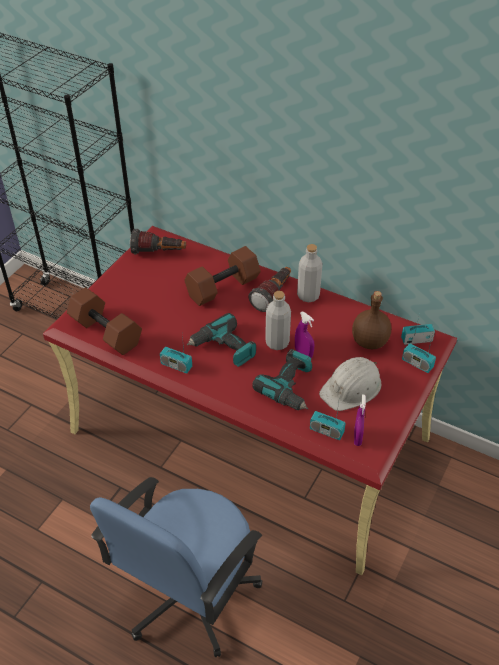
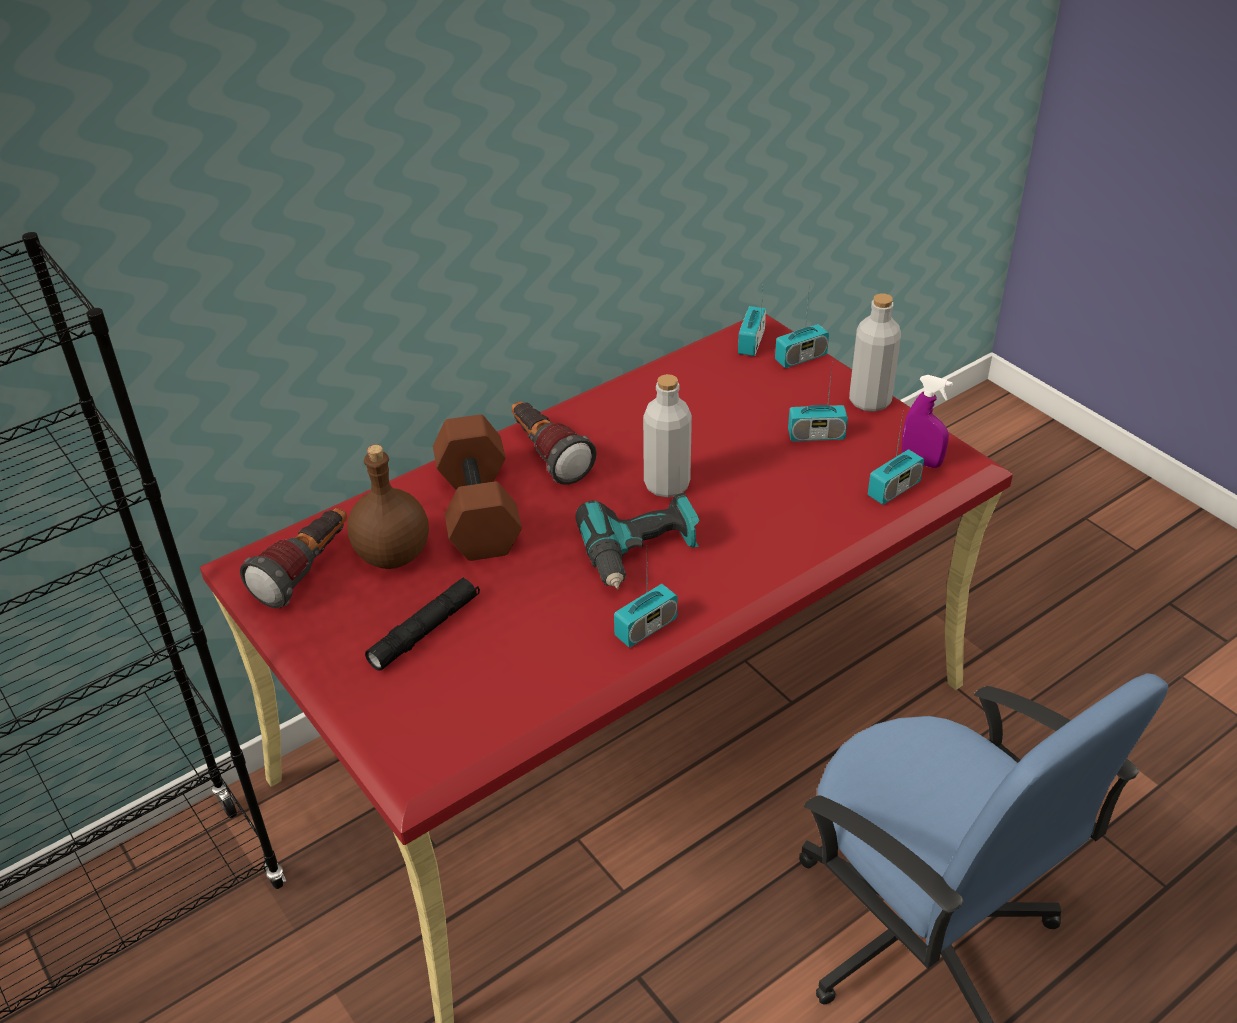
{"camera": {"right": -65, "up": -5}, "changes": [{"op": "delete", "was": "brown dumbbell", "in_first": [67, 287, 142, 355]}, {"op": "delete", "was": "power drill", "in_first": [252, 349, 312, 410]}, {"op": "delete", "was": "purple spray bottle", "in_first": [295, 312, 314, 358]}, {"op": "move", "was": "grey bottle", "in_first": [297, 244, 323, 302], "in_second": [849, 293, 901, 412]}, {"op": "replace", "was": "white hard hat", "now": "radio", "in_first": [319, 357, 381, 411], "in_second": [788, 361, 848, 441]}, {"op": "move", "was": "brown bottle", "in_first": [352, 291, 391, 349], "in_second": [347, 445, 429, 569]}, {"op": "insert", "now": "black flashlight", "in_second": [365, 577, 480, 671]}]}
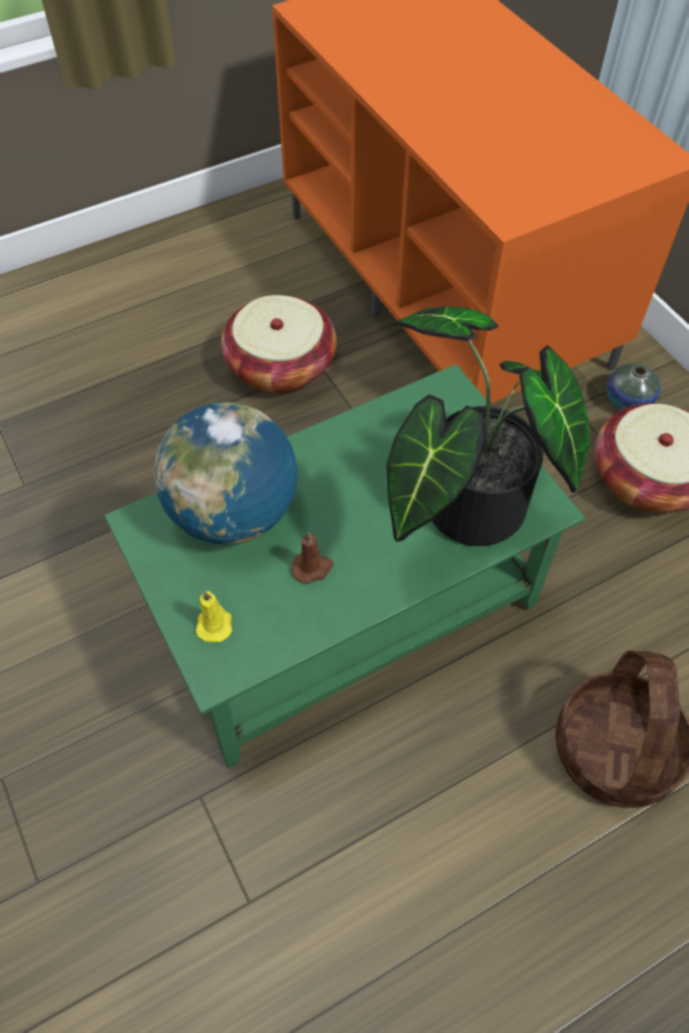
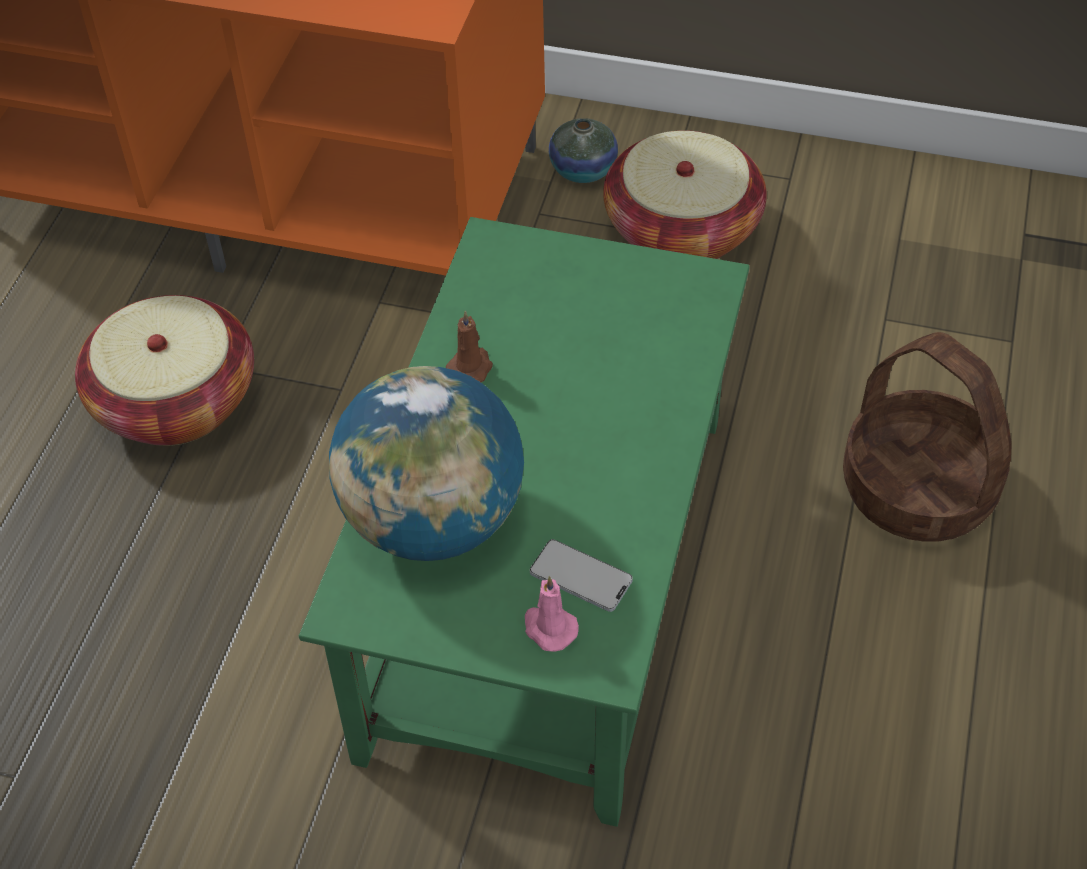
{"camera": {"right": -45, "up": -5}, "changes": [{"op": "recolor", "was": "yellow candle", "now": "pink candle", "in_first": [195, 591, 232, 642], "in_second": [525, 576, 579, 651]}, {"op": "move", "was": "brown candle", "in_first": [291, 532, 333, 584], "in_second": [446, 311, 493, 382]}, {"op": "delete", "was": "potted plant", "in_first": [386, 306, 590, 546]}, {"op": "insert", "now": "phone", "in_second": [530, 539, 633, 612]}]}
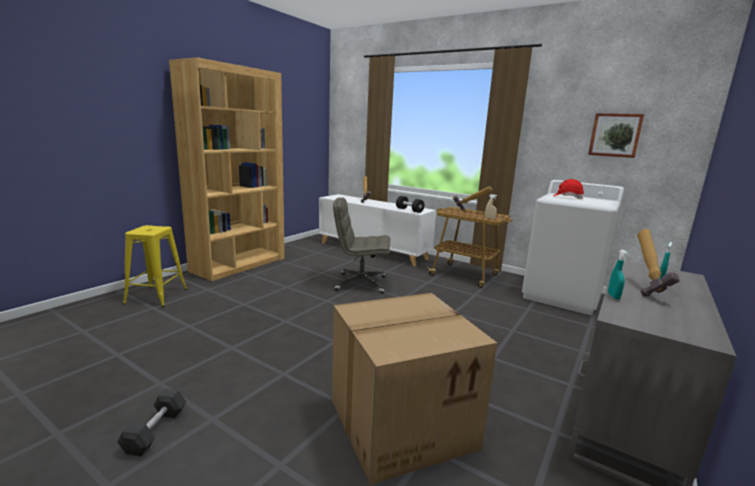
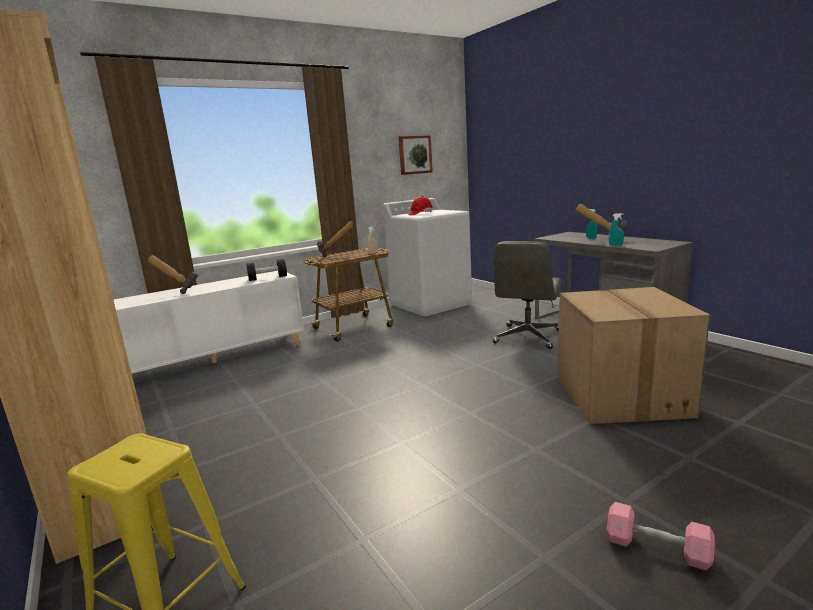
{"camera": {"right": -65, "up": 0}, "changes": [{"op": "recolor", "was": "black dumbbell", "now": "pink dumbbell", "in_first": [117, 389, 186, 456], "in_second": [607, 502, 715, 571]}, {"op": "move", "was": "grey office chair", "in_first": [333, 198, 390, 294], "in_second": [493, 241, 562, 349]}]}
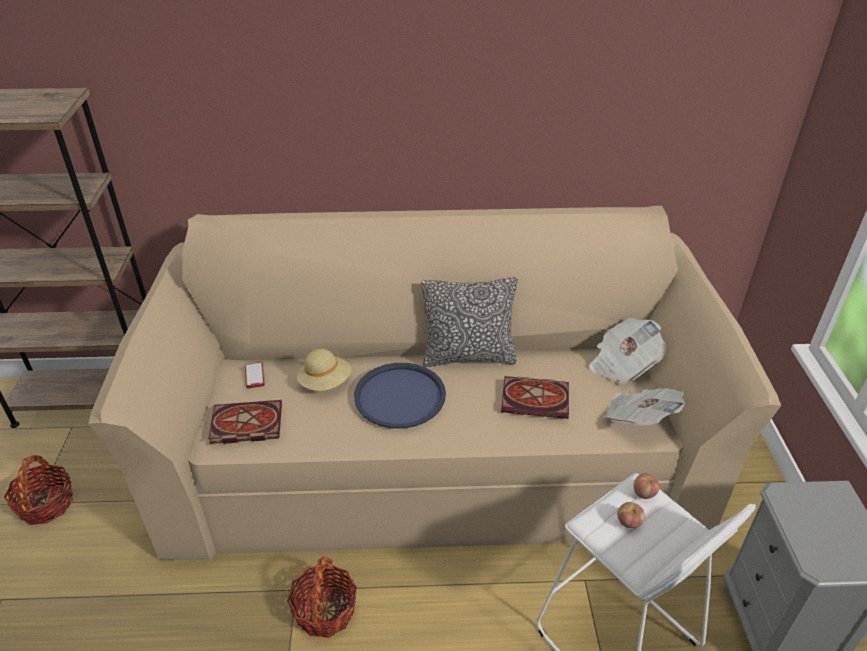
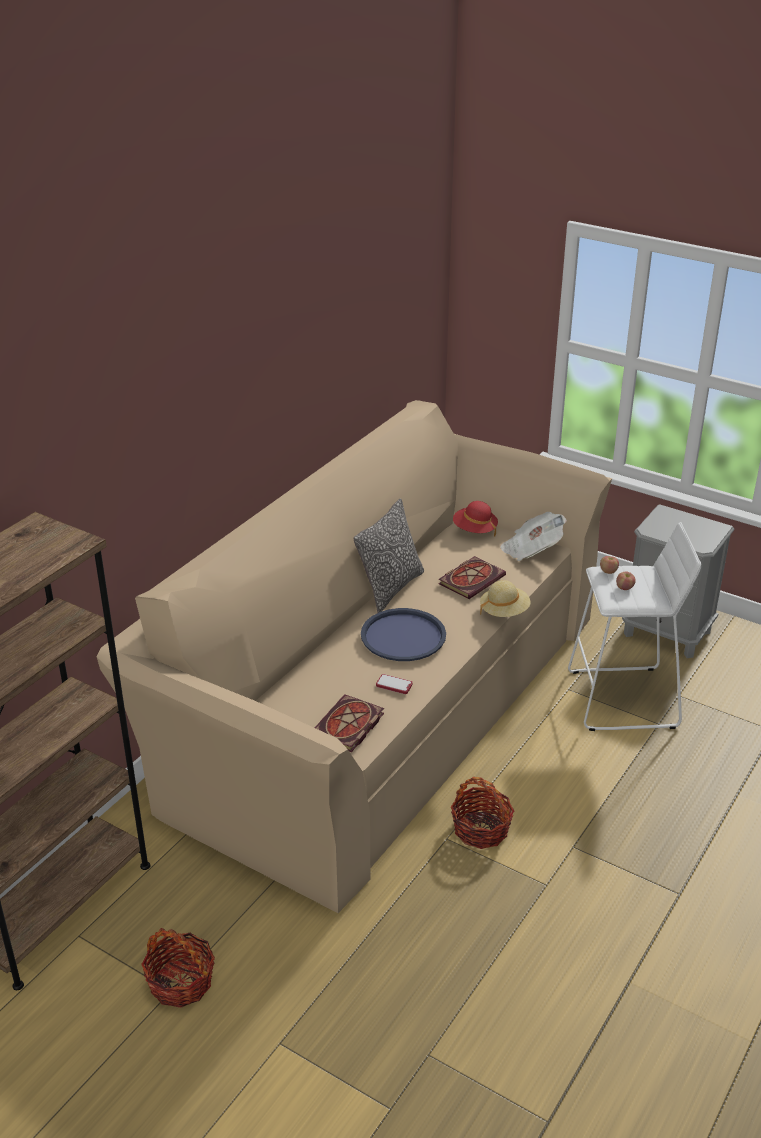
{"camera": {"right": -55, "up": -5}, "changes": [{"op": "move", "was": "phone", "in_first": [245, 362, 265, 388], "in_second": [376, 674, 413, 694]}, {"op": "move", "was": "beige hat", "in_first": [296, 349, 351, 391], "in_second": [480, 580, 530, 617]}, {"op": "replace", "was": "newspaper", "now": "red hat", "in_first": [589, 318, 666, 385], "in_second": [453, 501, 498, 537]}]}
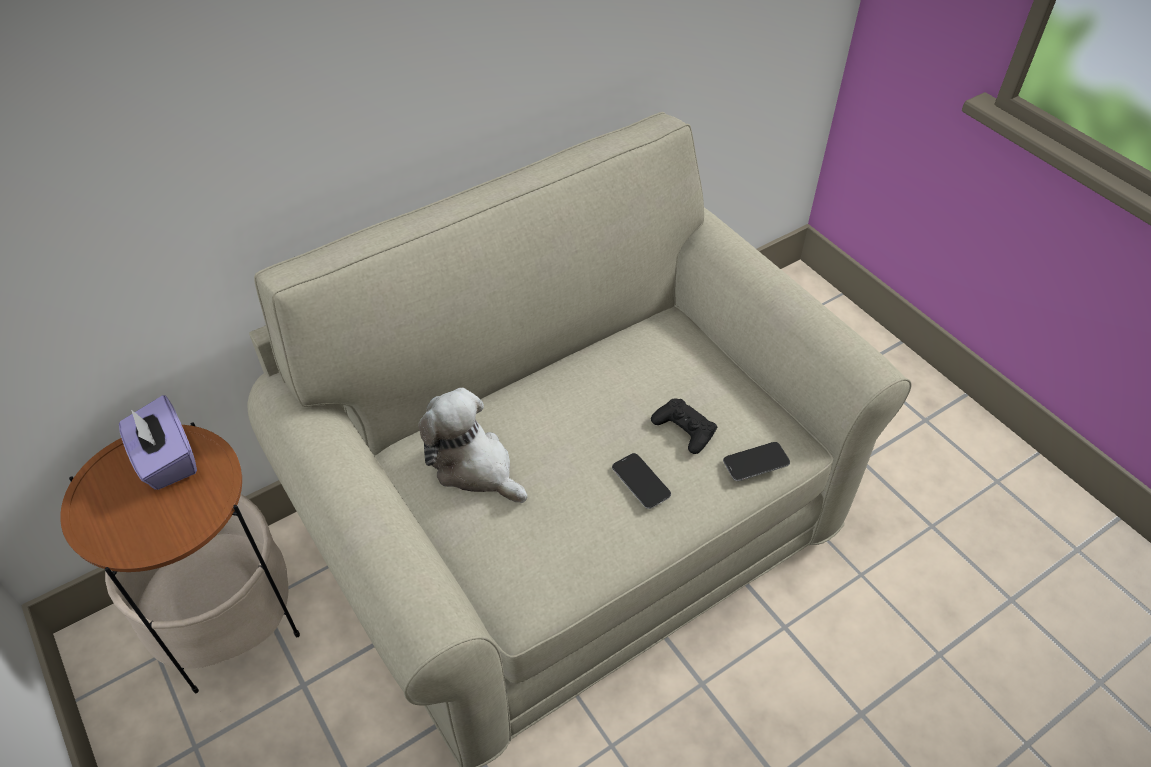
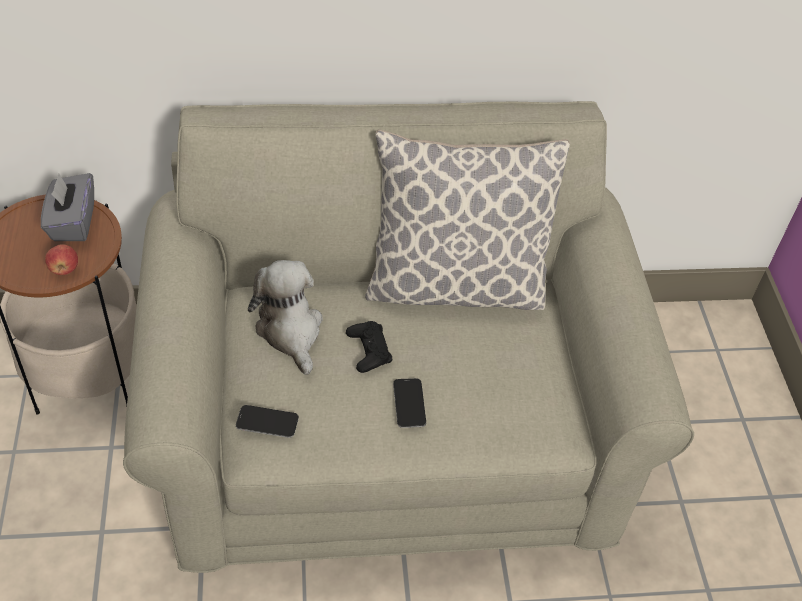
{"camera": {"right": 25, "up": 0}, "changes": [{"op": "recolor", "was": "purple tissue box", "now": "grey tissue box", "in_first": [119, 395, 197, 490], "in_second": [41, 173, 94, 241]}, {"op": "move", "was": "black game controller", "in_first": [651, 399, 717, 454], "in_second": [346, 321, 393, 373]}, {"op": "move", "was": "phone", "in_first": [723, 442, 790, 481], "in_second": [236, 405, 299, 438]}, {"op": "insert", "now": "apple", "in_second": [45, 244, 78, 275]}, {"op": "insert", "now": "pillow", "in_second": [365, 129, 570, 310]}]}
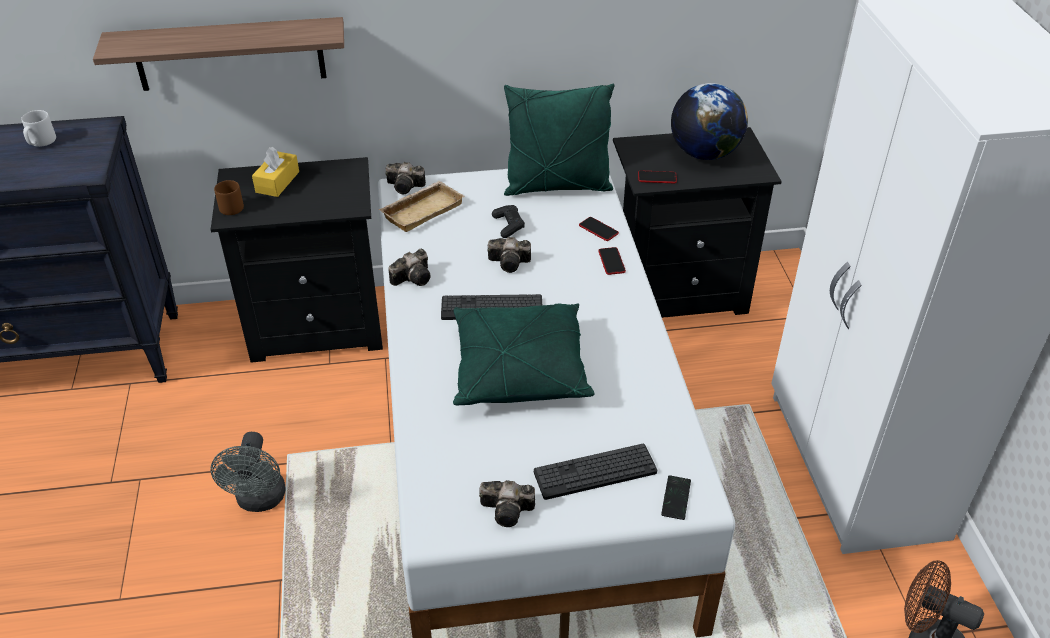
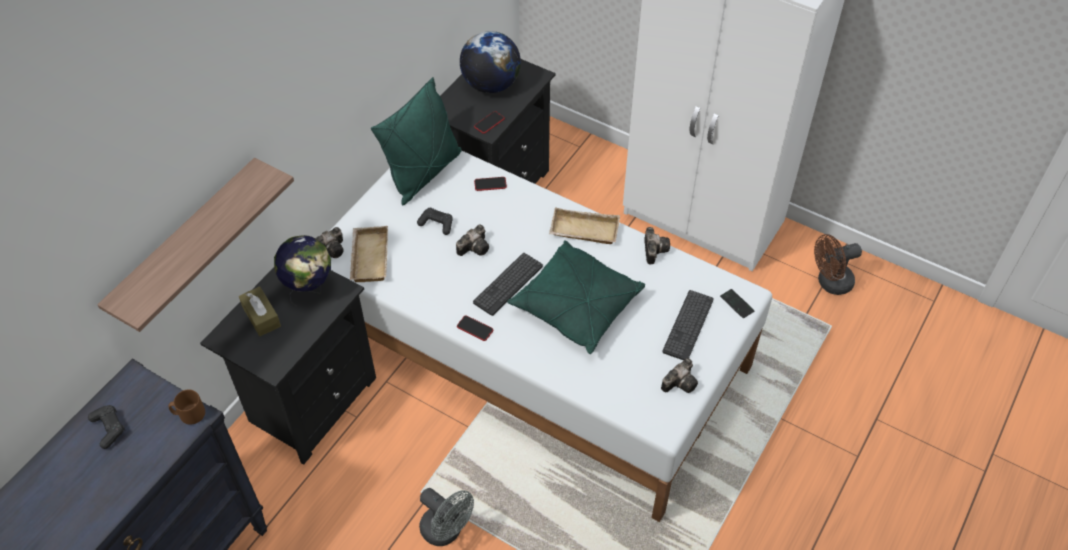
{"camera": {"right": -50, "up": 10}, "changes": [{"op": "replace", "was": "grey mug", "now": "black game controller", "in_first": [21, 110, 56, 147], "in_second": [88, 405, 125, 449]}, {"op": "move", "was": "brown mug", "in_first": [214, 180, 244, 215], "in_second": [168, 390, 205, 425]}, {"op": "recolor", "was": "yellow tissue box", "now": "brown tissue box", "in_first": [252, 147, 299, 197], "in_second": [239, 286, 281, 336]}, {"op": "move", "was": "photo camera", "in_first": [388, 249, 430, 286], "in_second": [644, 227, 670, 264]}, {"op": "move", "was": "phone", "in_first": [598, 247, 626, 275], "in_second": [457, 315, 493, 341]}, {"op": "insert", "now": "globe", "in_second": [274, 235, 331, 307]}, {"op": "insert", "now": "beige tray", "in_second": [549, 207, 620, 244]}]}
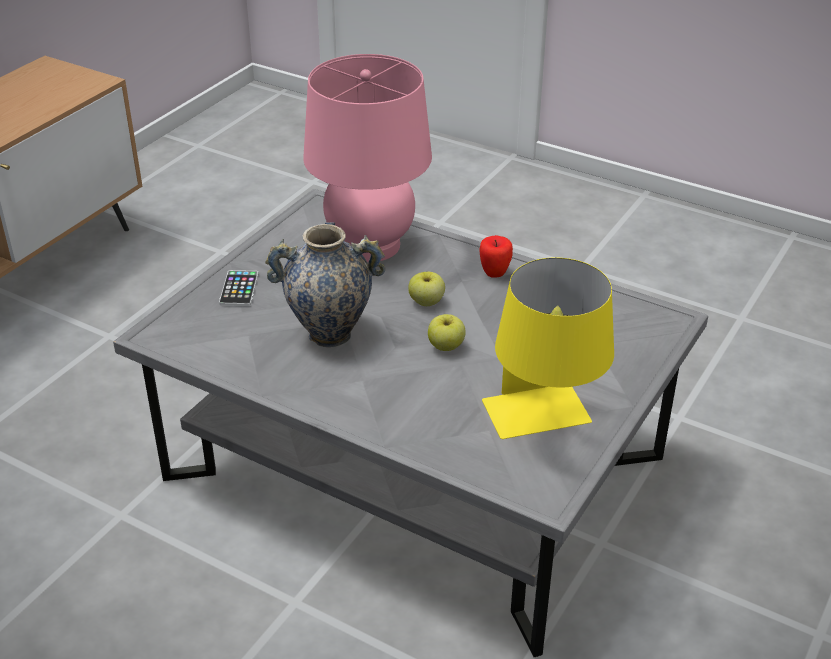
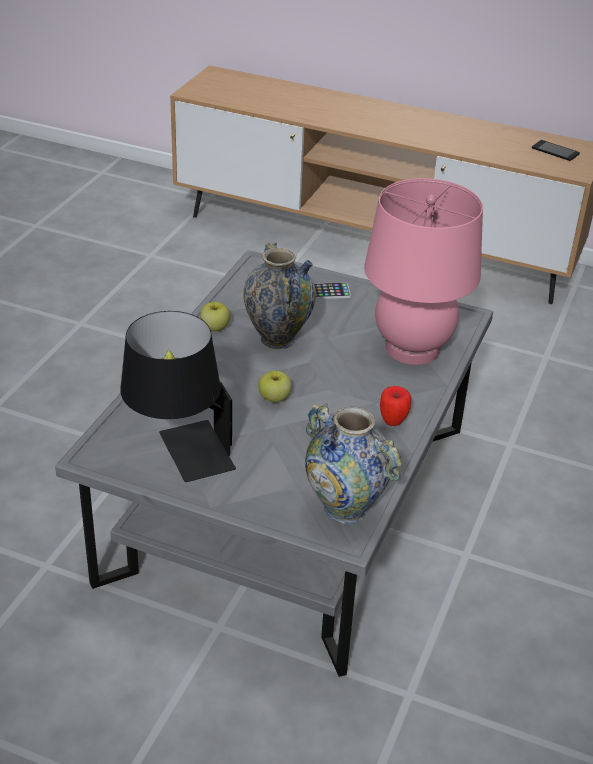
{"camera": {"right": 80, "up": 0}, "changes": [{"op": "move", "was": "apple", "in_first": [408, 272, 445, 306], "in_second": [200, 302, 230, 331]}, {"op": "recolor", "was": "yellow table lamp", "now": "black table lamp", "in_first": [482, 257, 614, 439], "in_second": [120, 311, 236, 482]}, {"op": "insert", "now": "vase", "in_second": [305, 403, 402, 525]}, {"op": "insert", "now": "phone", "in_second": [532, 140, 580, 161]}]}
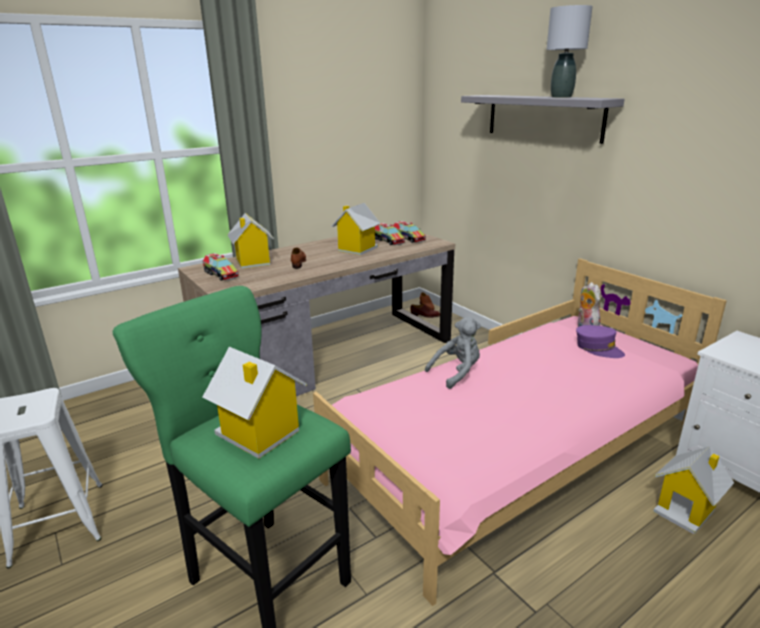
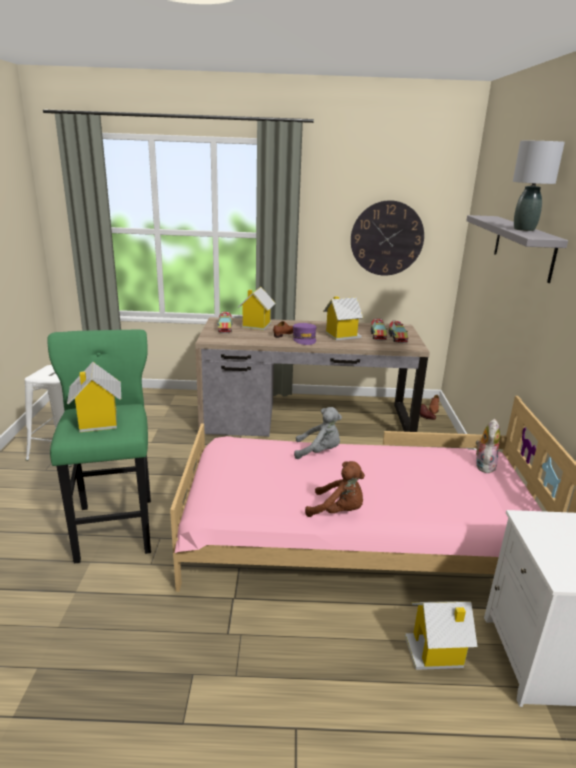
{"camera": {"right": 35, "up": 0}, "changes": [{"op": "move", "was": "purple cap", "in_first": [576, 325, 625, 358], "in_second": [293, 323, 317, 345]}, {"op": "insert", "now": "brown plush toy", "in_second": [305, 461, 365, 517]}, {"op": "insert", "now": "wall clock", "in_second": [351, 200, 424, 276]}]}
